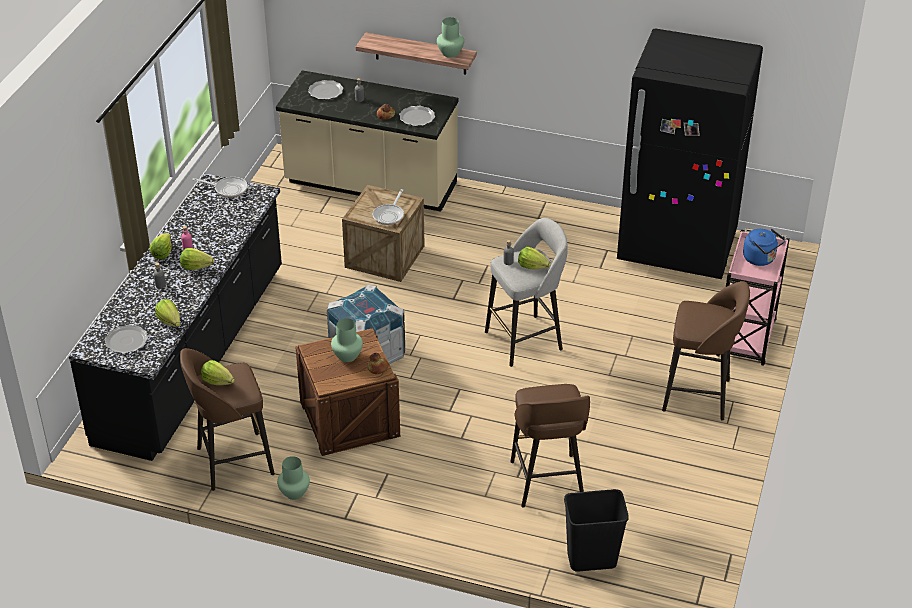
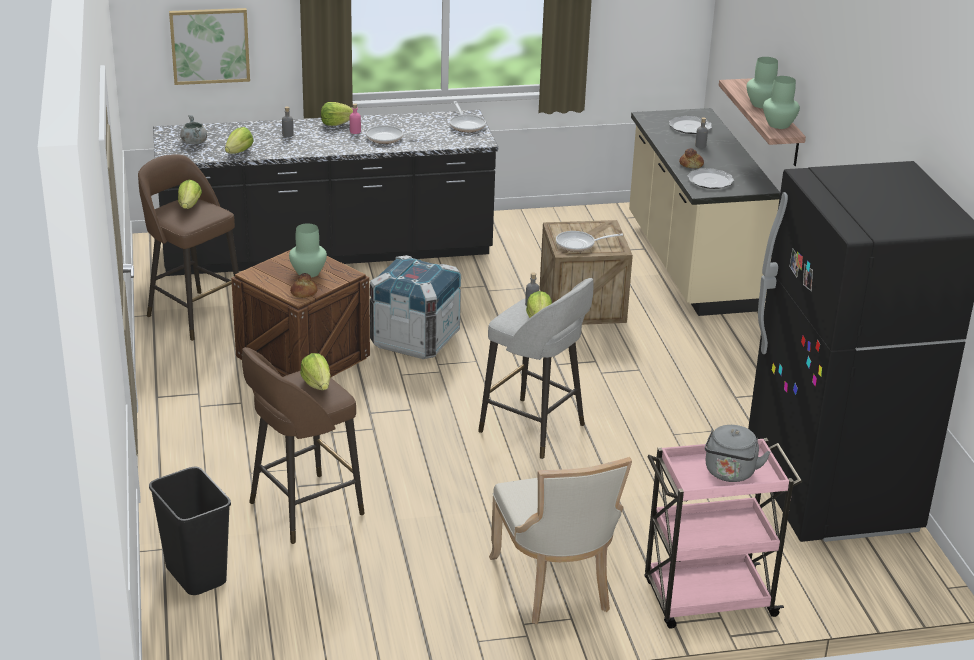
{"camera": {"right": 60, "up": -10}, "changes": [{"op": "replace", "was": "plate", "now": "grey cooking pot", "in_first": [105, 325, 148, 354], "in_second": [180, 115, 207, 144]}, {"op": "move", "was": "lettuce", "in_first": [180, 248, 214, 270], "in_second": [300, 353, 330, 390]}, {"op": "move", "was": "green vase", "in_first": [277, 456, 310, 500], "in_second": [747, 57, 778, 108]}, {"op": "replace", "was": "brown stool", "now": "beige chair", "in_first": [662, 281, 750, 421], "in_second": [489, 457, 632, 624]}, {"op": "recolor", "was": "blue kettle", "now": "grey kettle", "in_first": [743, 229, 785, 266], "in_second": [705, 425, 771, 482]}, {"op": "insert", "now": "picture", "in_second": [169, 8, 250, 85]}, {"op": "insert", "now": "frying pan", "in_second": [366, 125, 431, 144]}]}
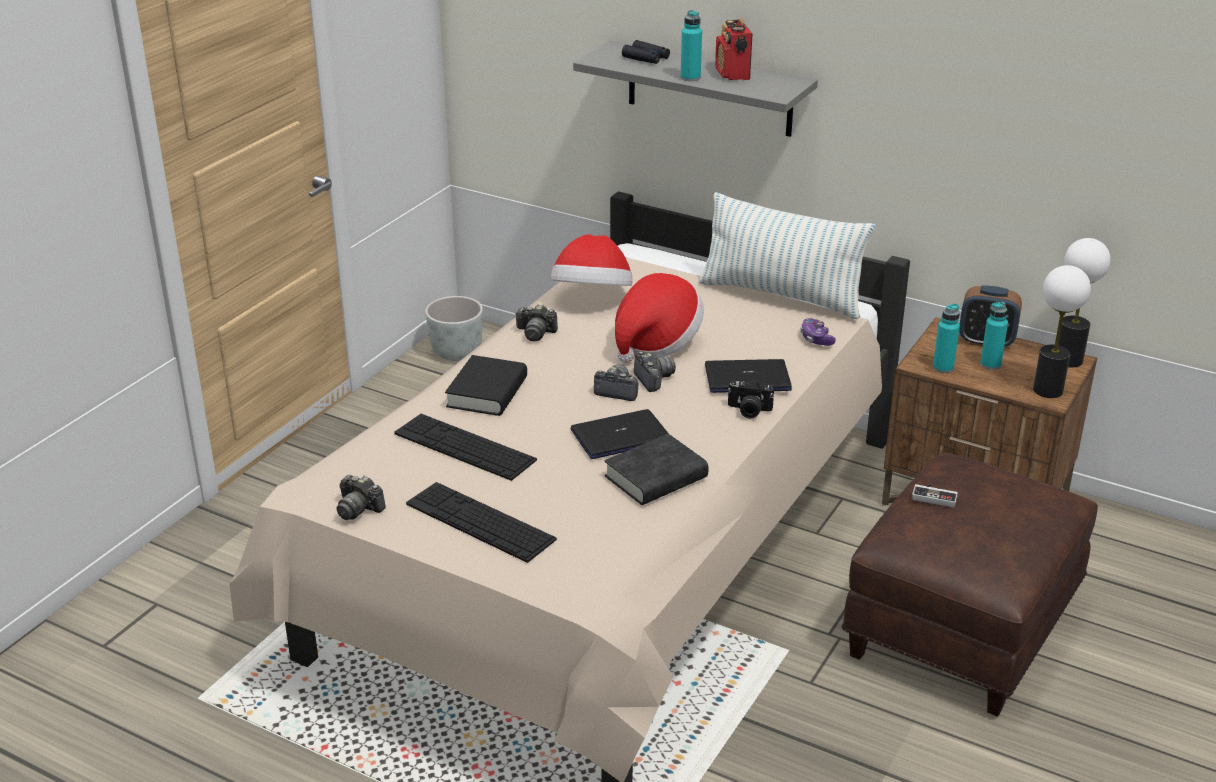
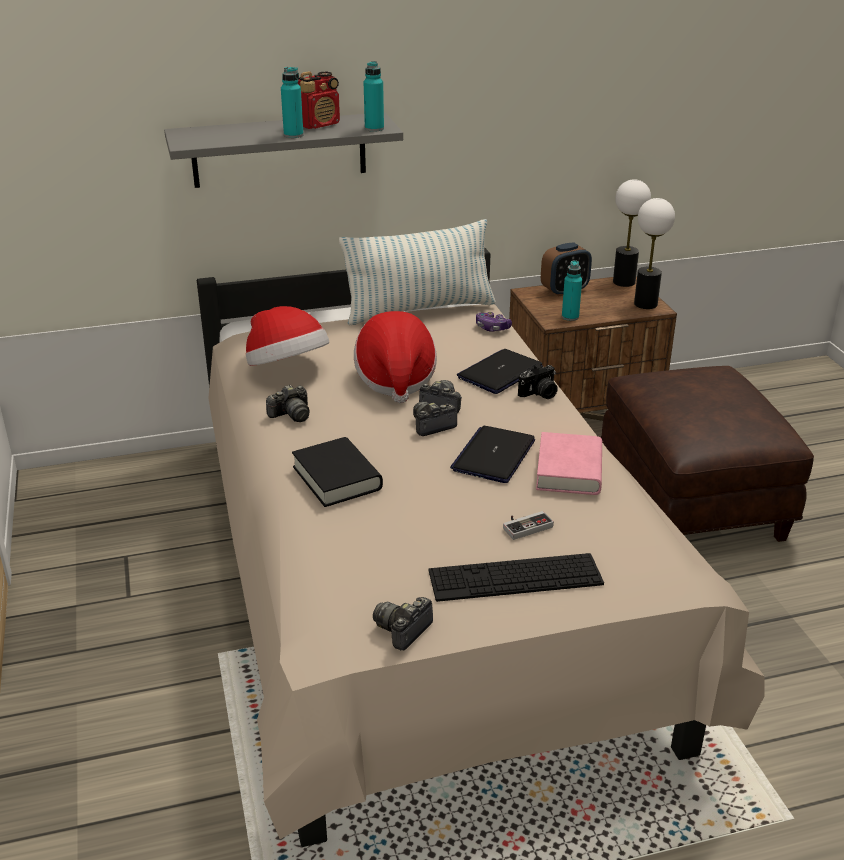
{"camera": {"right": -45, "up": 0}, "changes": [{"op": "rotate", "was": "photo camera", "in_first": [337, 475, 386, 520], "in_second": [373, 597, 433, 650], "clockwise": 135}, {"op": "delete", "was": "keyboard", "in_first": [394, 414, 537, 481]}, {"op": "delete", "was": "grey planter", "in_first": [425, 296, 483, 361]}, {"op": "recolor", "was": "black book", "now": "pink book", "in_first": [605, 434, 709, 505], "in_second": [536, 432, 602, 495]}, {"op": "delete", "was": "black binoculars", "in_first": [622, 40, 670, 64]}, {"op": "rotate", "was": "radio", "in_first": [715, 17, 752, 80], "in_second": [298, 71, 340, 129], "clockwise": -75}, {"op": "move", "was": "game controller", "in_first": [912, 484, 958, 508], "in_second": [503, 511, 554, 540]}, {"op": "move", "was": "turquoise bottle", "in_first": [980, 302, 1008, 370], "in_second": [364, 61, 384, 132]}]}
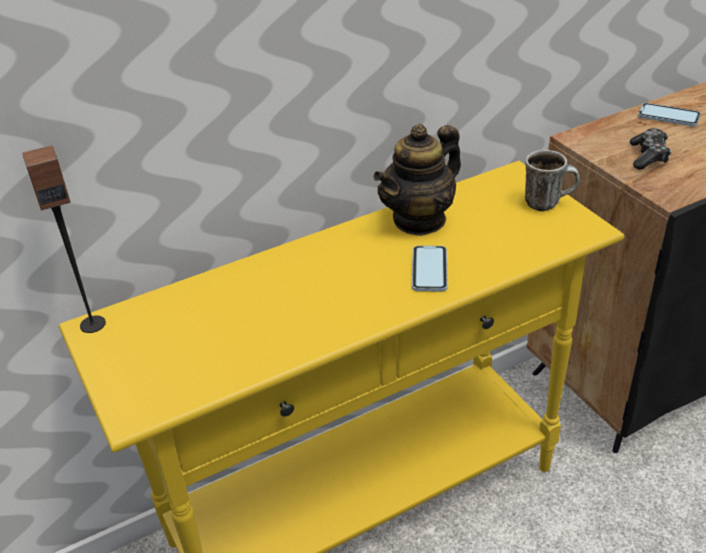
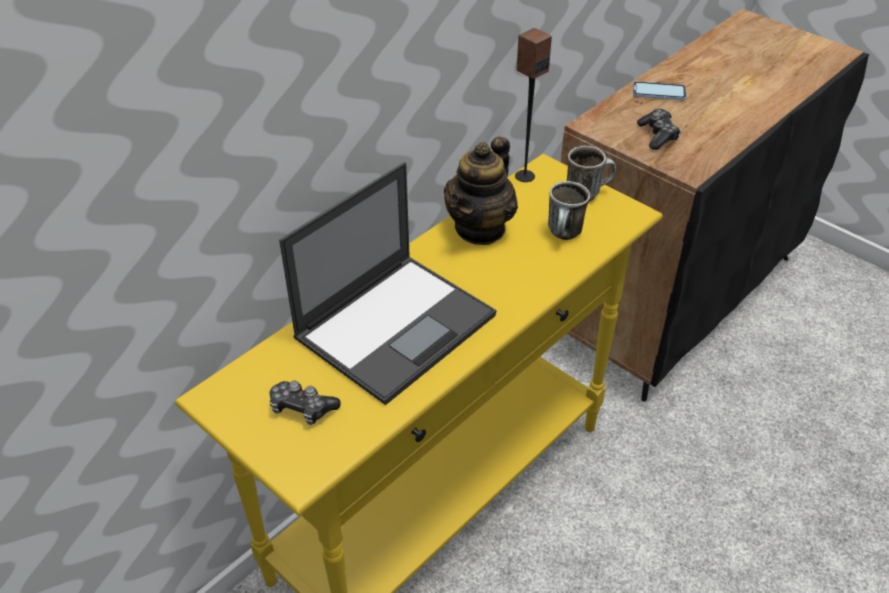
{"camera": {"right": -20, "up": 5}, "changes": [{"op": "move", "was": "speaker", "in_first": [22, 145, 106, 333], "in_second": [515, 28, 552, 182]}, {"op": "delete", "was": "phone", "in_first": [412, 246, 448, 291]}, {"op": "insert", "now": "game controller", "in_second": [269, 381, 341, 425]}, {"op": "insert", "now": "laptop", "in_second": [279, 162, 496, 405]}, {"op": "insert", "now": "mug", "in_second": [548, 181, 590, 240]}]}
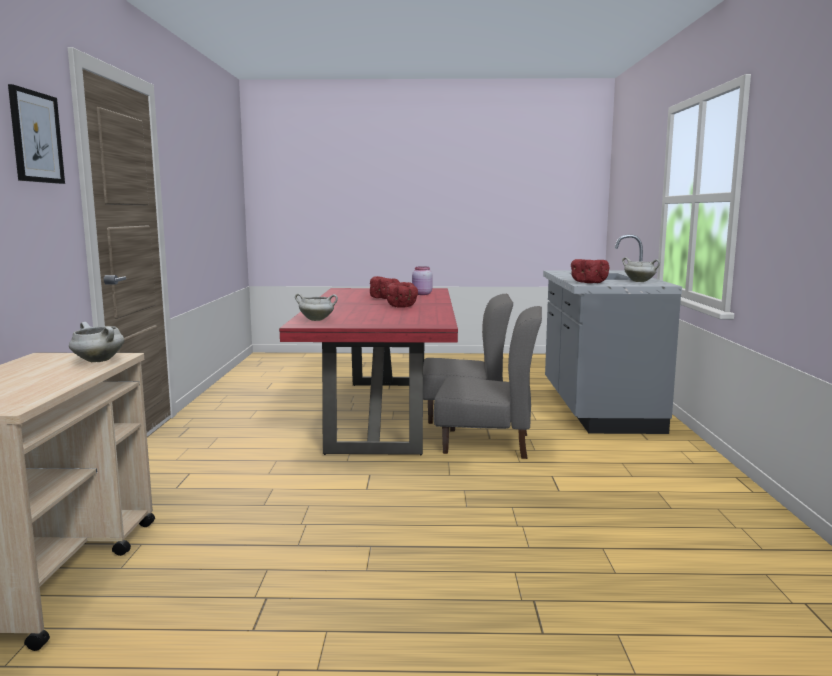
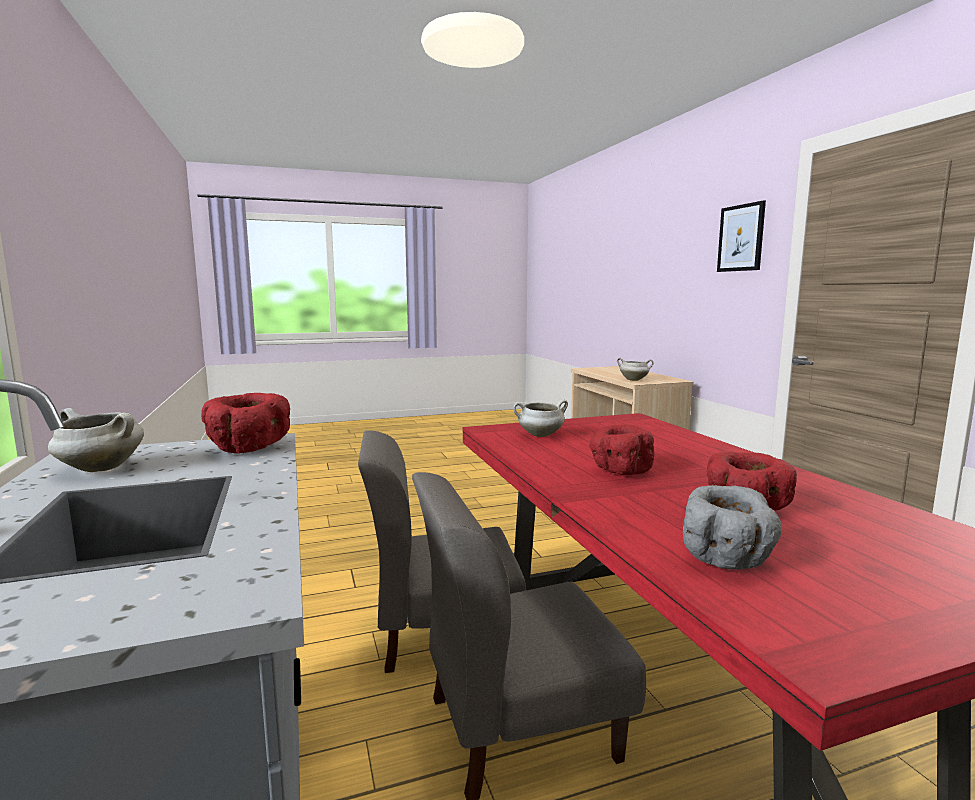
{"camera": {"right": 160, "up": 0}, "changes": [{"op": "move", "was": "white cooking pot", "in_first": [295, 293, 338, 321], "in_second": [513, 399, 568, 437]}, {"op": "replace", "was": "pink jar", "now": "grey bowl", "in_first": [412, 267, 432, 295], "in_second": [683, 485, 781, 570]}]}
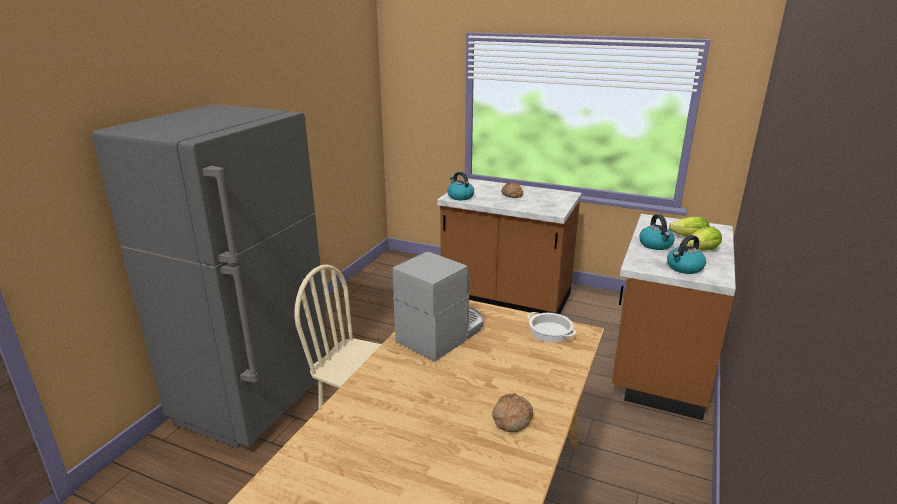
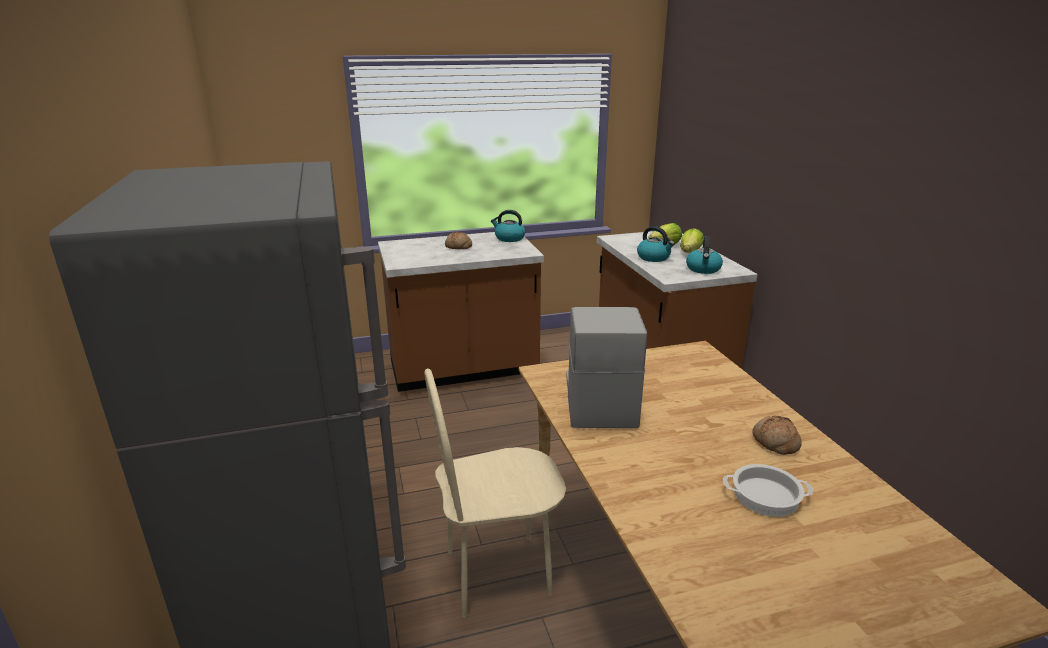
{"camera": {"right": -40, "up": 0}, "changes": [{"op": "move", "was": "kettle", "in_first": [447, 172, 474, 200], "in_second": [491, 210, 525, 242]}, {"op": "move", "was": "cooking pot", "in_first": [527, 312, 576, 342], "in_second": [723, 464, 813, 517]}]}
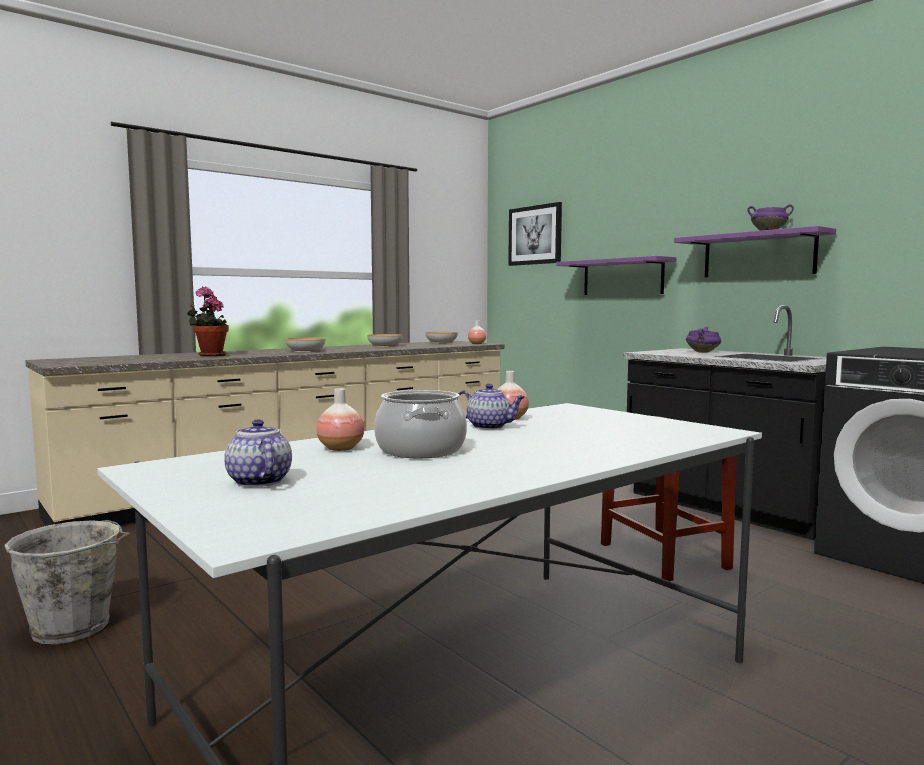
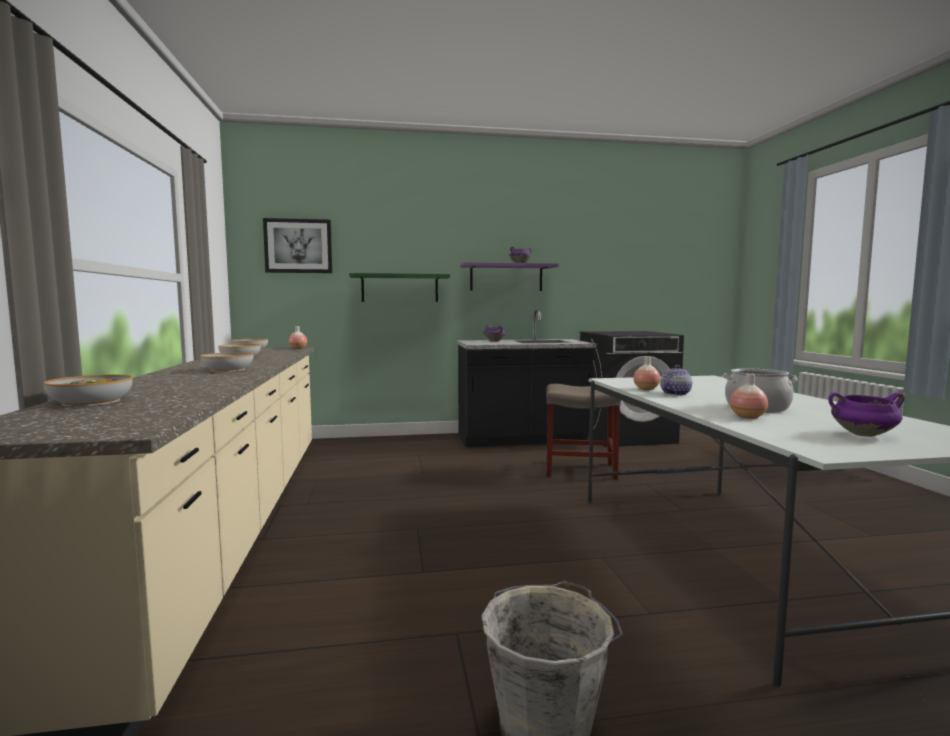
{"camera": {"right": -60, "up": 0}, "changes": [{"op": "delete", "was": "potted plant", "in_first": [187, 286, 229, 357]}, {"op": "replace", "was": "teapot", "now": "purple cooking pot", "in_first": [224, 419, 292, 487], "in_second": [828, 392, 905, 437]}, {"op": "recolor", "was": "purple shelf", "now": "green shelf", "in_first": [556, 256, 677, 295], "in_second": [349, 273, 450, 302]}, {"op": "insert", "now": "bowl", "in_second": [43, 375, 133, 407]}]}
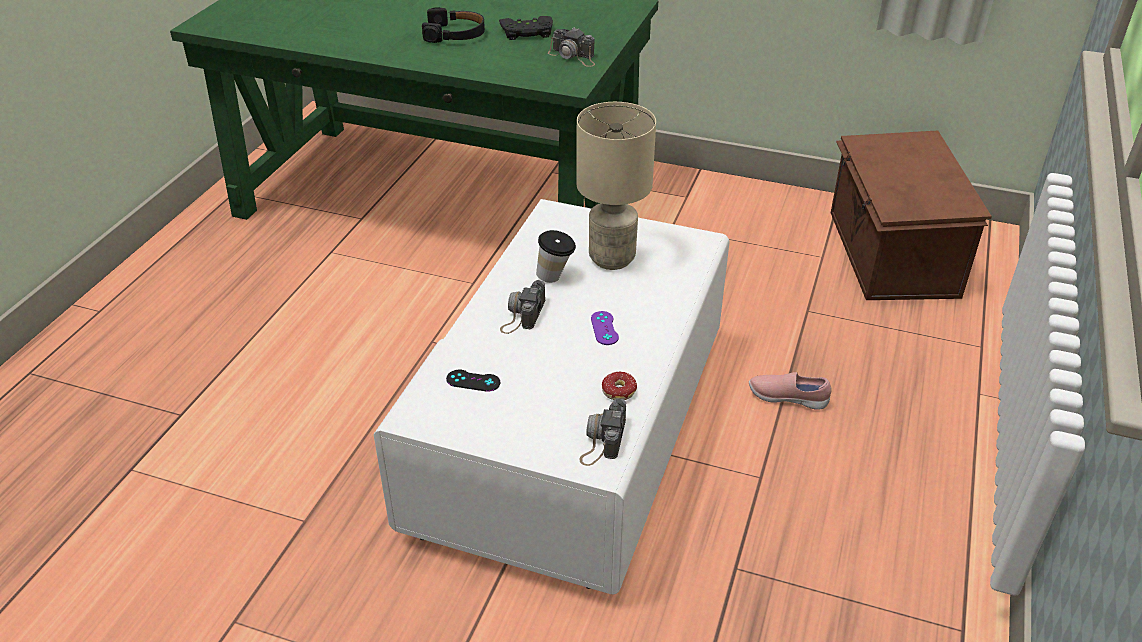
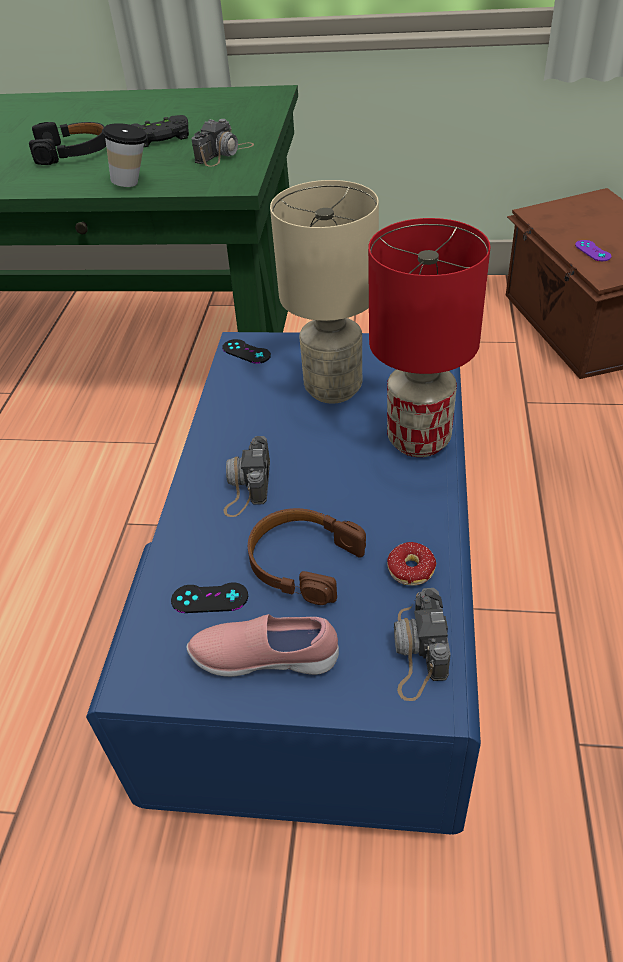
{"camera": {"right": -10, "up": 5}, "changes": [{"op": "recolor", "was": "white coffee table", "now": "blue coffee table", "in_first": [374, 199, 730, 595], "in_second": [86, 332, 481, 835]}, {"op": "move", "was": "cup", "in_first": [536, 230, 576, 283], "in_second": [102, 123, 148, 187]}, {"op": "rotate", "was": "photo camera", "in_first": [548, 27, 595, 67], "in_second": [192, 119, 254, 167], "clockwise": -75}, {"op": "move", "was": "purple game controller", "in_first": [591, 311, 619, 345], "in_second": [575, 240, 611, 261]}, {"op": "move", "was": "pink shoe", "in_first": [749, 372, 832, 410], "in_second": [187, 614, 339, 677]}, {"op": "insert", "now": "black game controller", "in_second": [222, 339, 271, 364]}, {"op": "insert", "now": "brown headphones", "in_second": [248, 508, 366, 605]}, {"op": "insert", "now": "red table lamp", "in_second": [368, 218, 491, 457]}]}
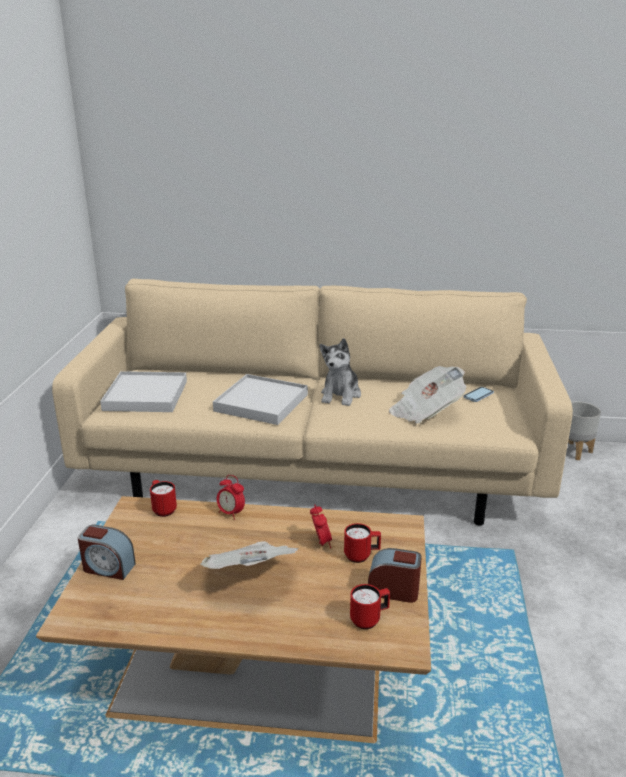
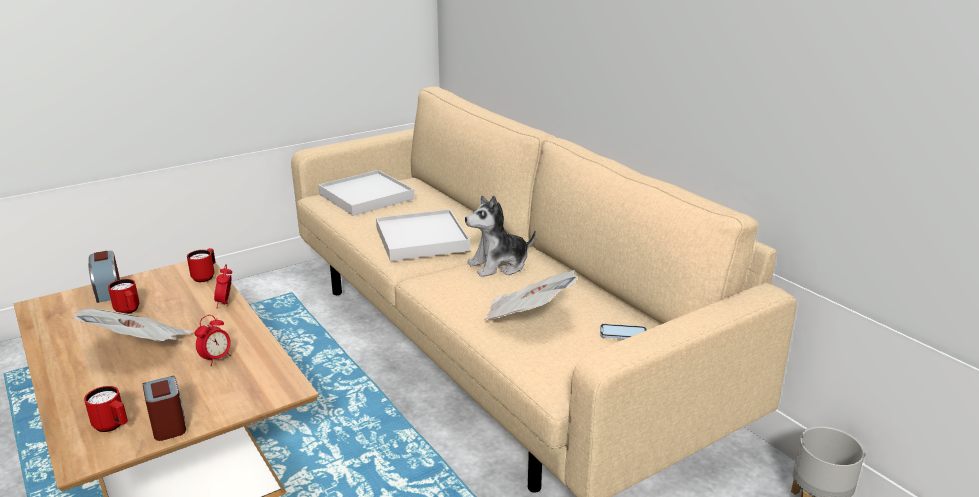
{"camera": {"right": 50, "up": 0}, "changes": [{"op": "move", "was": "red mug", "in_first": [344, 523, 381, 563], "in_second": [108, 279, 140, 314]}]}
